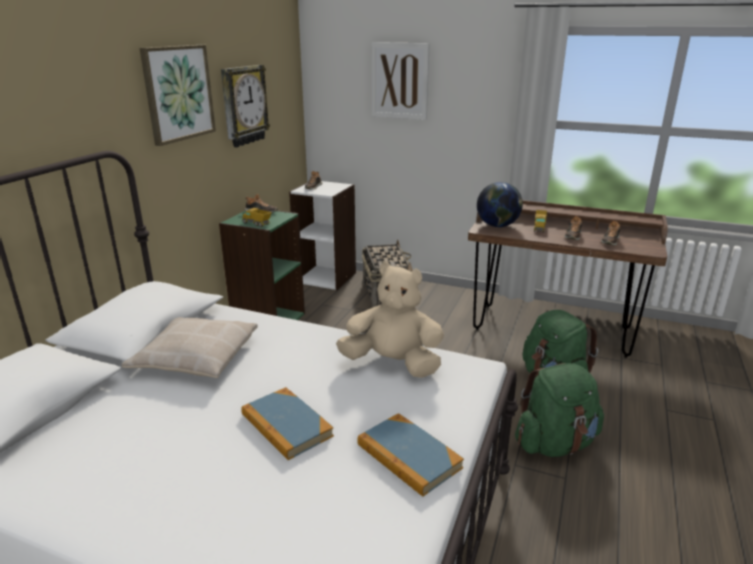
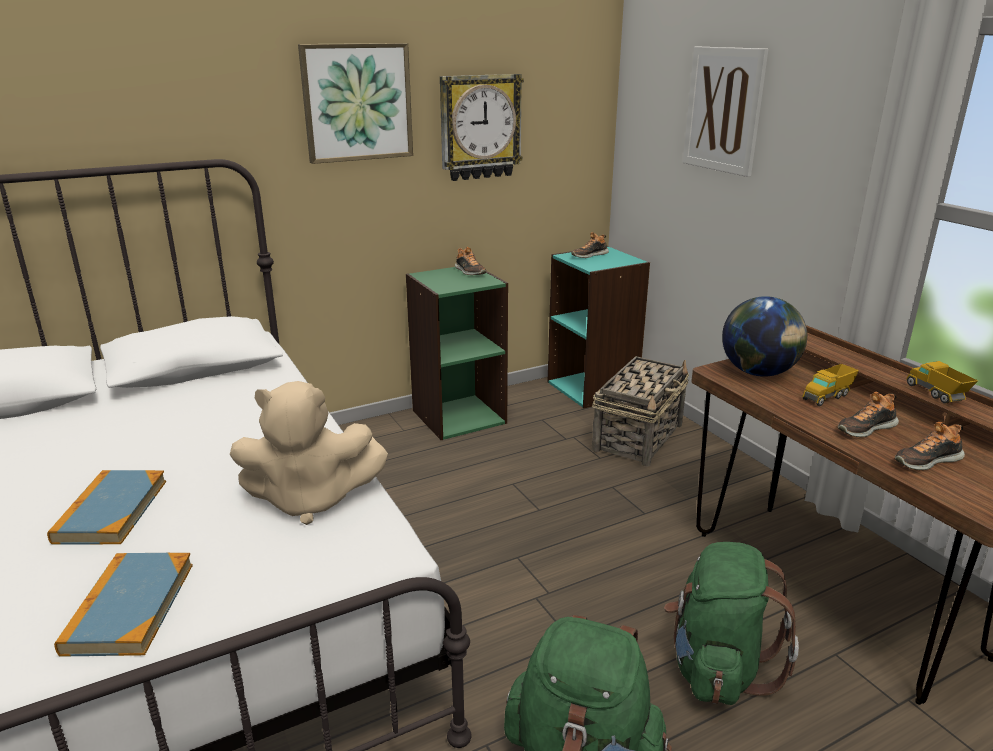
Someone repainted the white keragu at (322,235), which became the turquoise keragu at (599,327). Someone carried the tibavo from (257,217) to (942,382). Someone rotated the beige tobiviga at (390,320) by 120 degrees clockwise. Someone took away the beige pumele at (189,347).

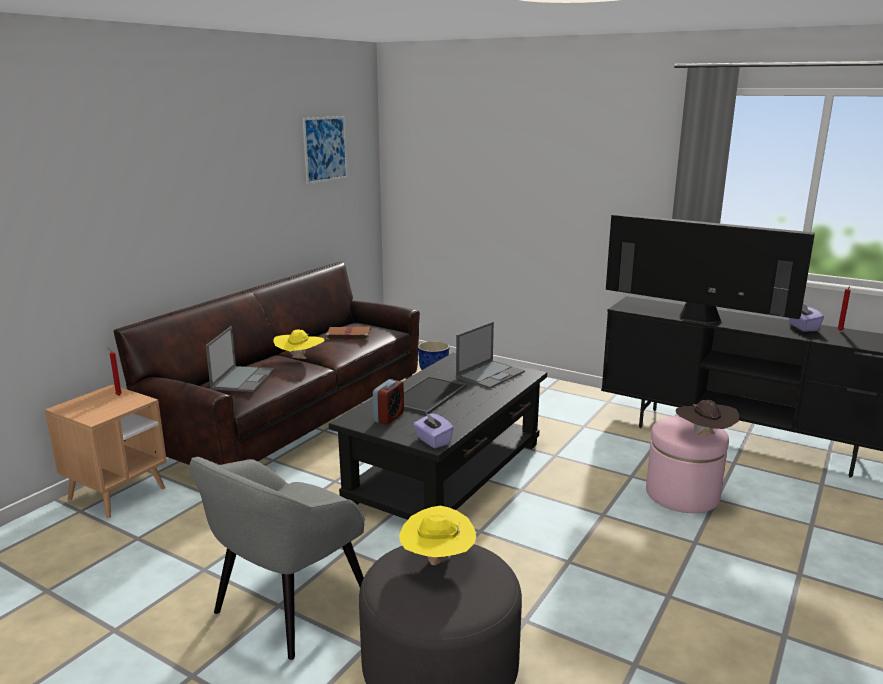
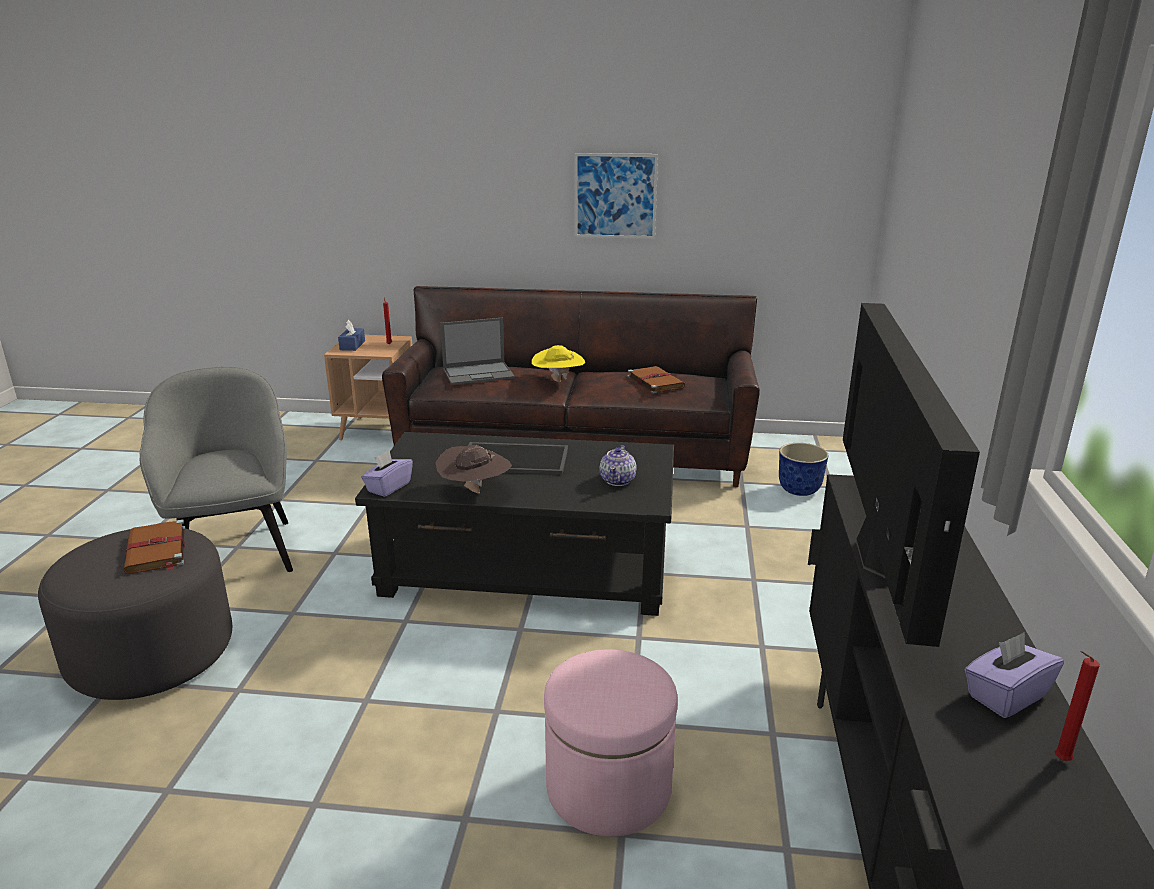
Someone carried the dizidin from (325,150) to (616,196). Someone swapped the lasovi at (490,355) for the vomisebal at (618,465). Someone took away the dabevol at (388,401). Someone carried the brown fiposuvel from (707,418) to (473,469). Someone rotated the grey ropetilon at (277,558) by 60 degrees clockwise. Someone swapped the yellow fiposuvel at (437,535) for the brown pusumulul at (154,546). Someone put down the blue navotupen at (351,335).

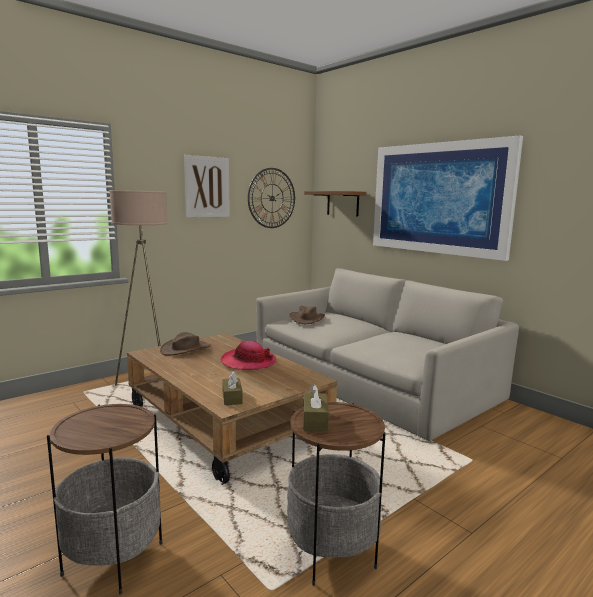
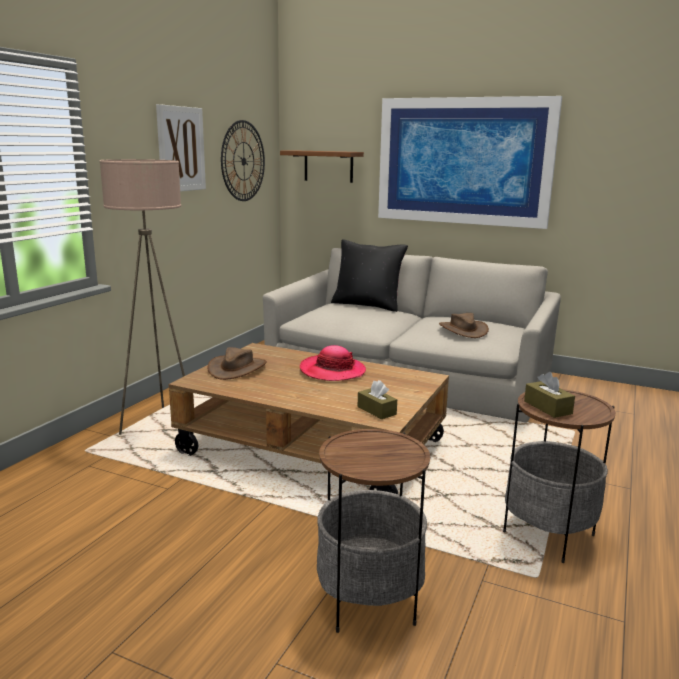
Someone carried the brown fiposuvel from (307,315) to (464,325). Someone put down the black pumele at (369,276).

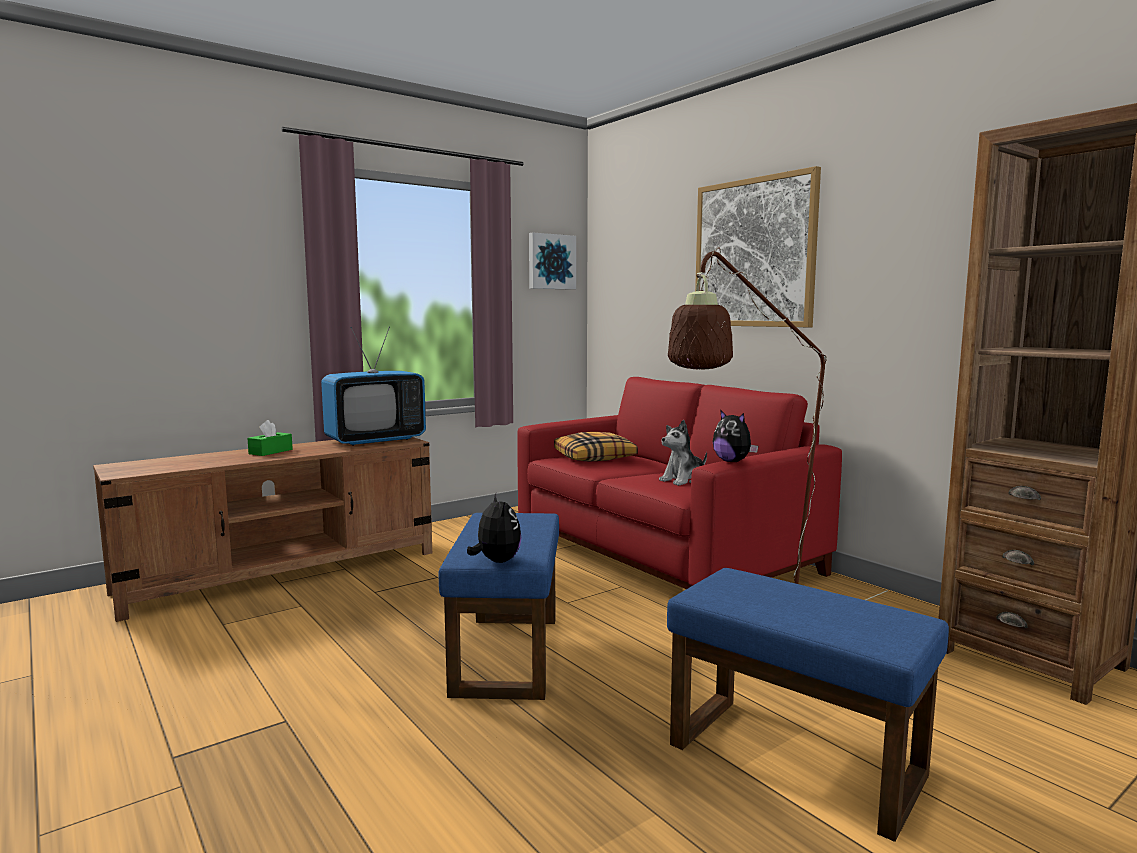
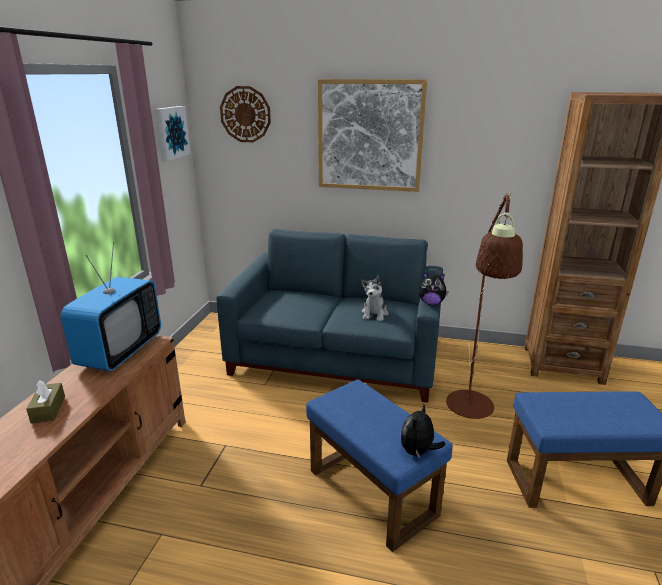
Someone repainted the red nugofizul at (679,483), which became the blue nugofizul at (329,316). Someone repainted the green navotupen at (270,438), which became the brown navotupen at (45,402). Someone took away the pumele at (596,446). Someone rotated the tobiviga at (494,528) by 90 degrees counterclockwise. Someone put up the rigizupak at (245,114).

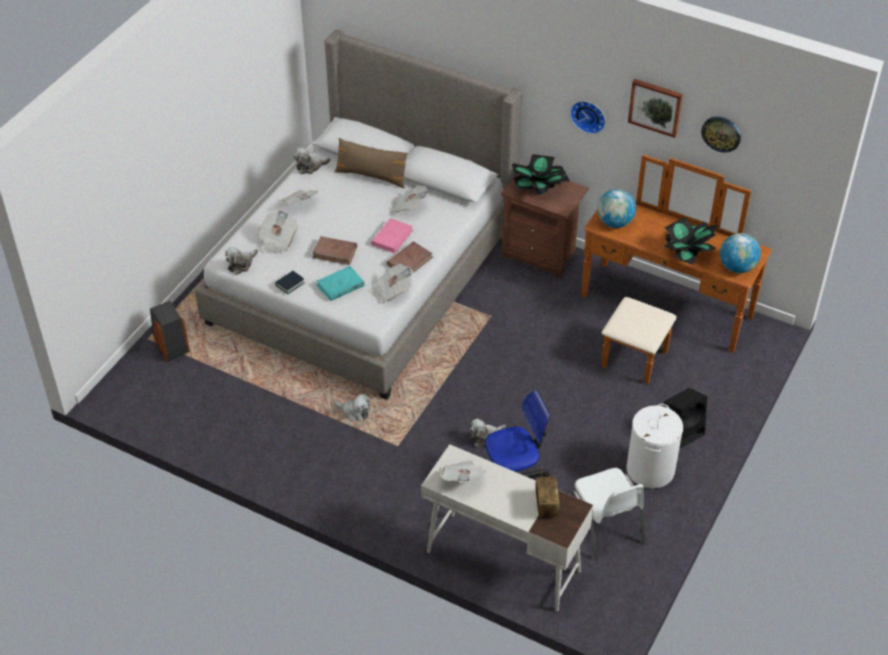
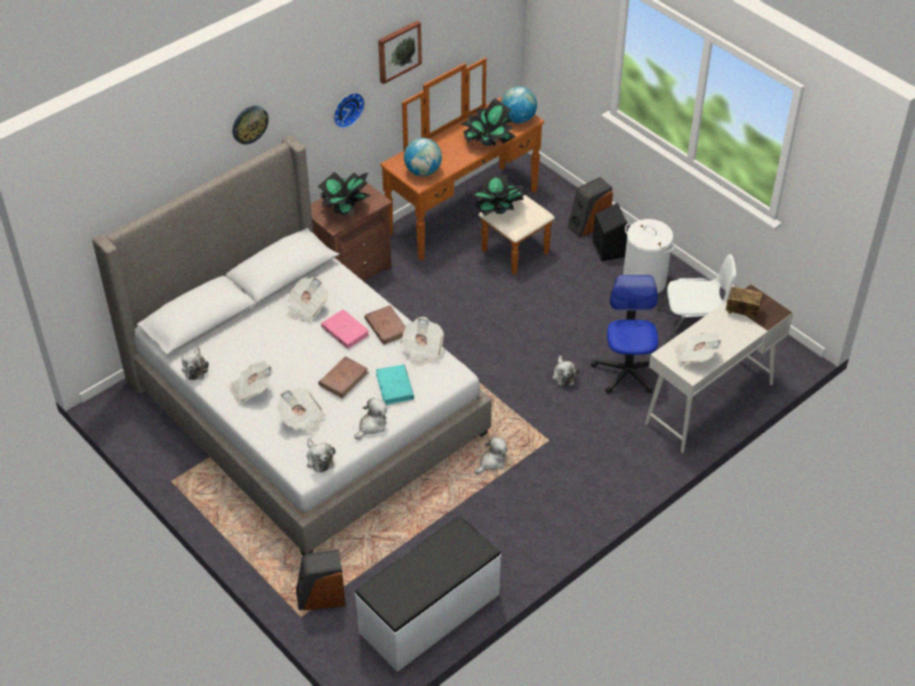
Someone carried the rigizupak from (721,135) to (251,125). Someone took away the brown pumele at (371,163). Someone swapped the pusumulul at (290,282) for the tobiviga at (370,419). Someone put down the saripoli at (498,195). Someone put down the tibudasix at (590,207). Someone put down the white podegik at (428,594).

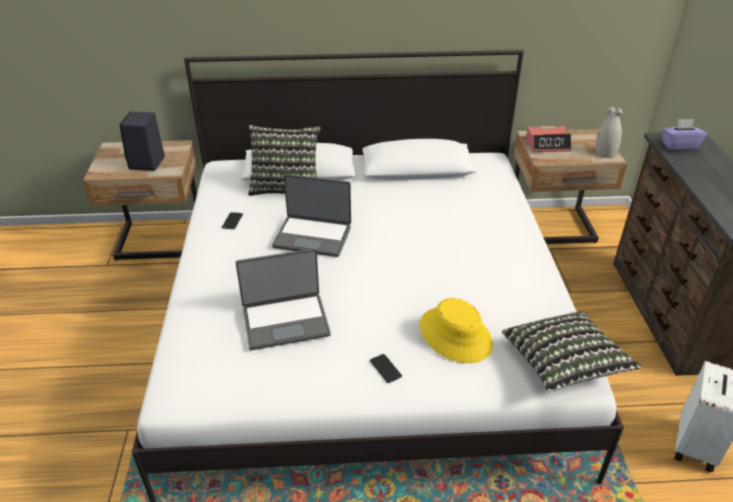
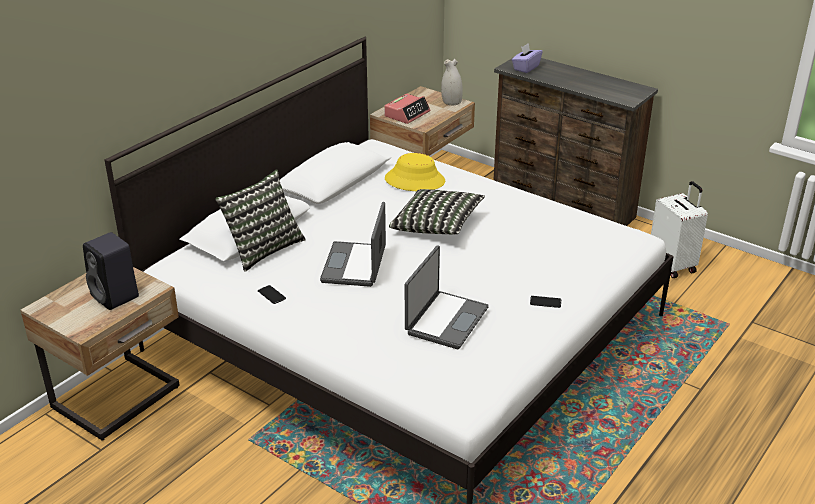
Someone rotated the lasovi at (311,215) by 135 degrees clockwise. Someone carried the yellow fiposuvel from (456,330) to (415,172). Someone carried the pumele from (572,351) to (437,211).

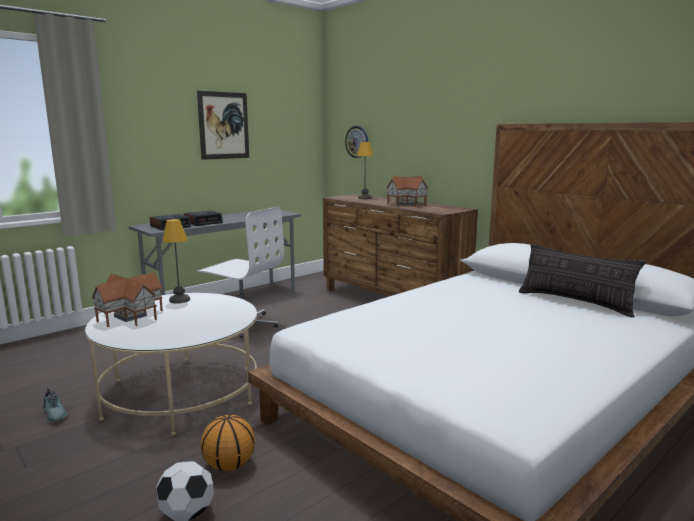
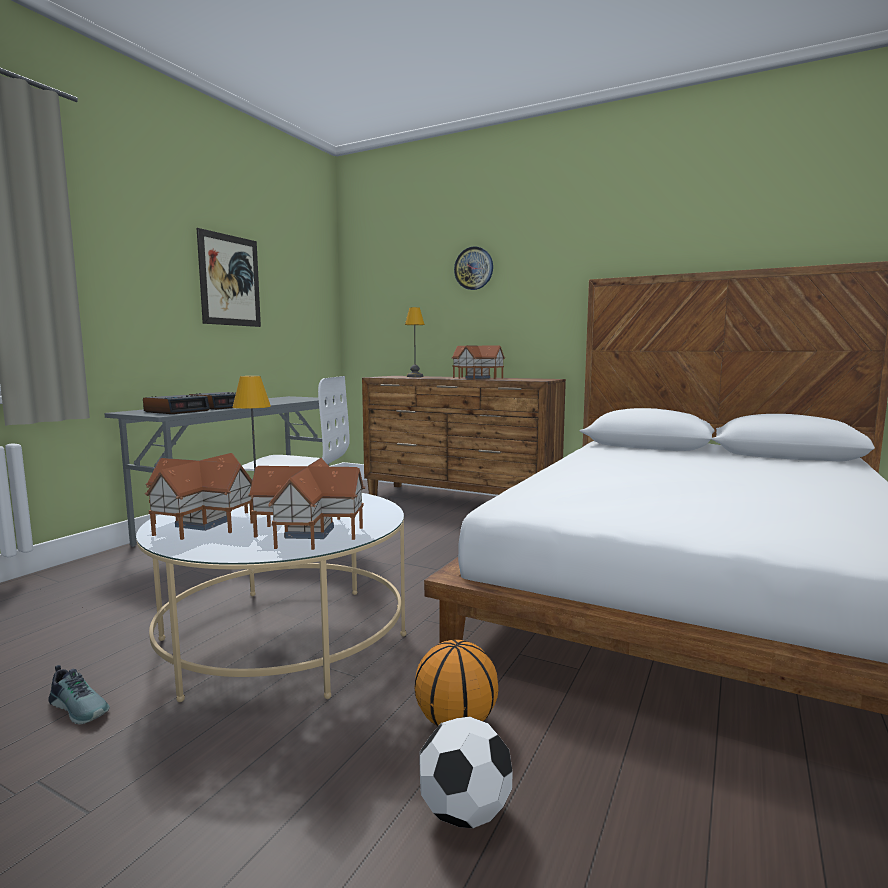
Someone carried the rigizupak from (356,142) to (473,268). Someone took away the pumele at (582,280). Someone put down the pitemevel at (306,504).

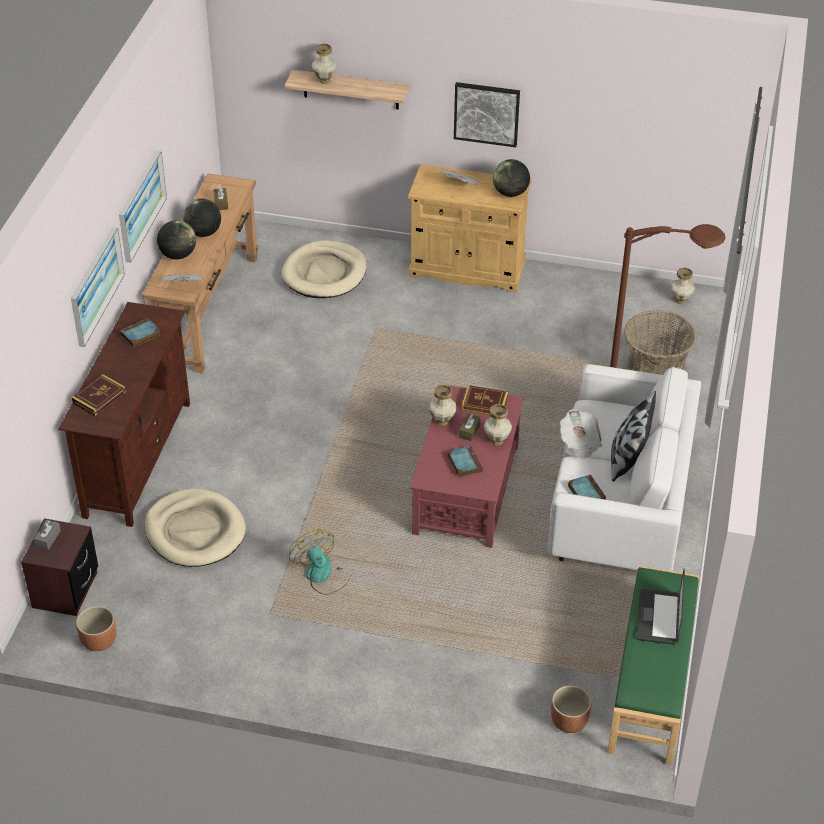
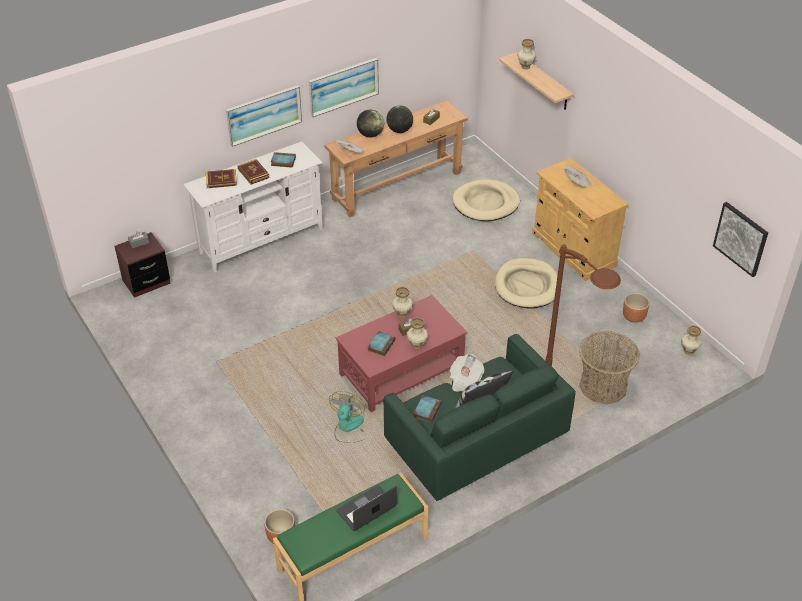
Someone carried the dizidin from (487,114) to (740,239). Someone took away the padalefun at (511,178). Someone repainted the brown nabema at (124,414), which became the white nabema at (253,207). Someone repainted the white nugofizul at (624,467), which became the green nugofizul at (480,417). Someone carried the pusumulul from (485,400) to (253,171). Someone carried the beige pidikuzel from (195,527) to (526,283). Someone carried the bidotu from (320,562) to (347,417). Someone carried the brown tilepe from (96,628) to (636,308).

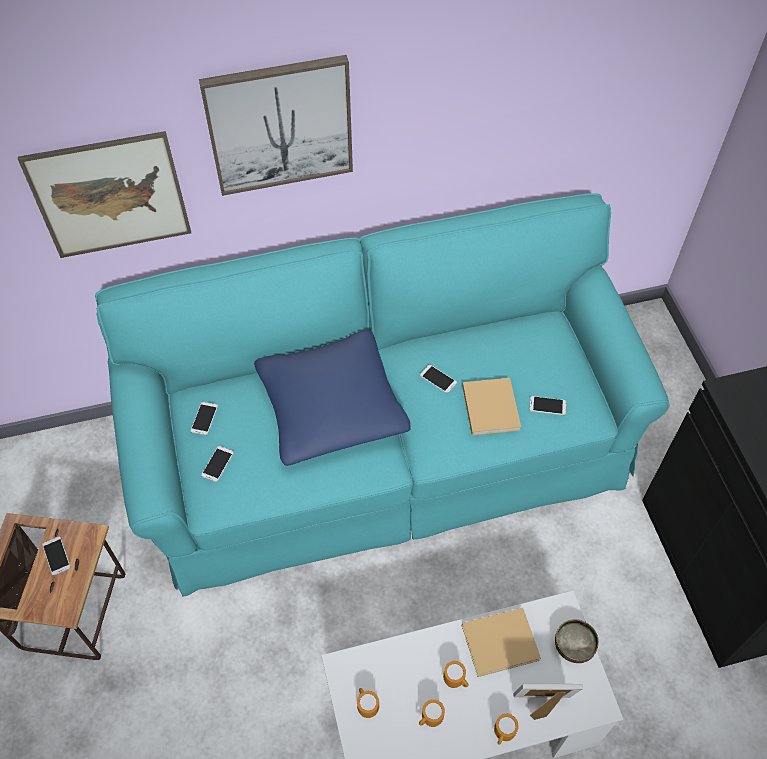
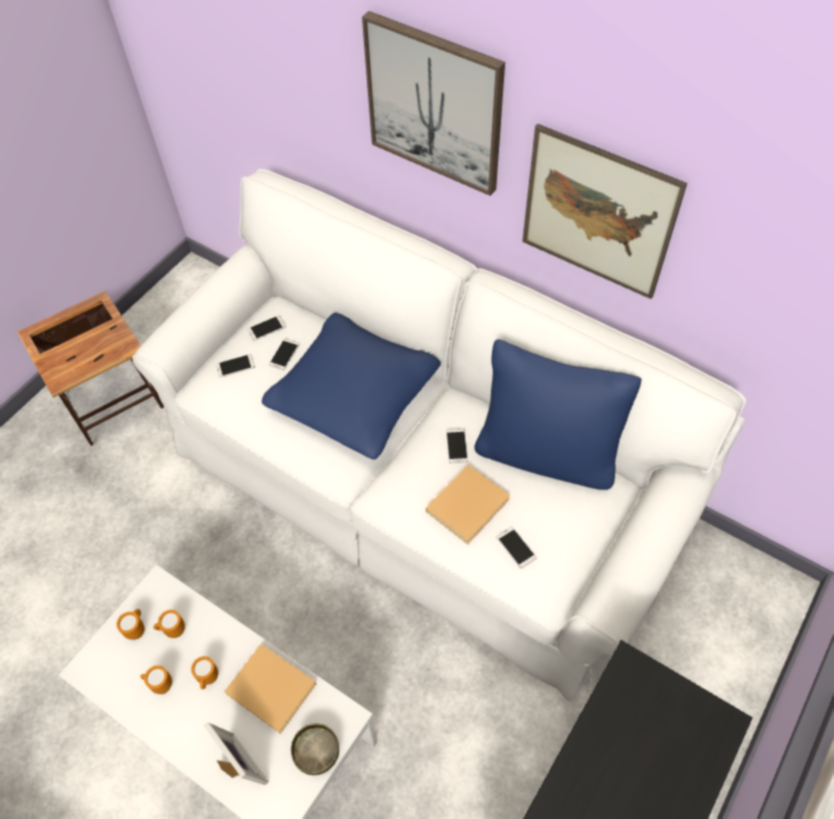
Someone carried the dizidin from (104,194) to (604,211). Someone repainted the turquoise nugofizul at (382,395), which became the white nugofizul at (439,435). Someone carried the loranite from (56,556) to (284,354). Someone carried the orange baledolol from (506,729) to (169,624). Someone put down the blue pumele at (557,414).

